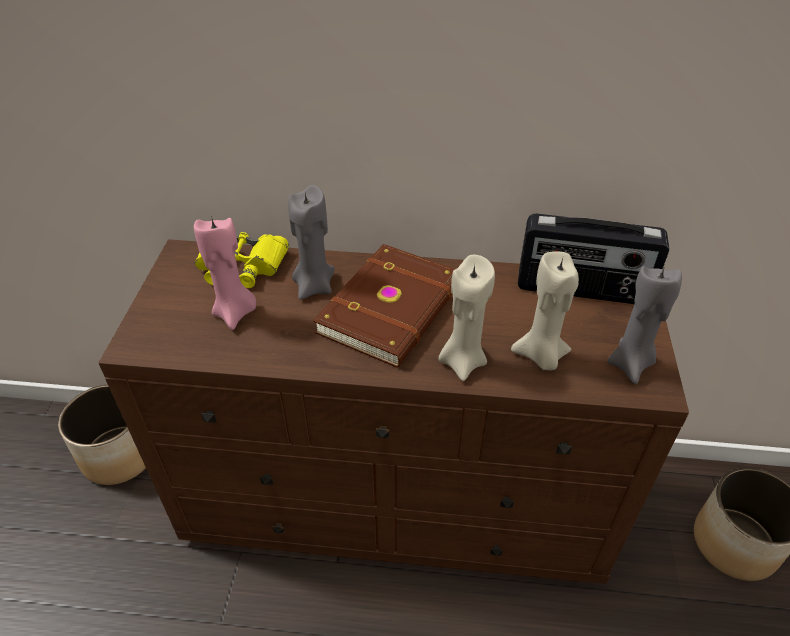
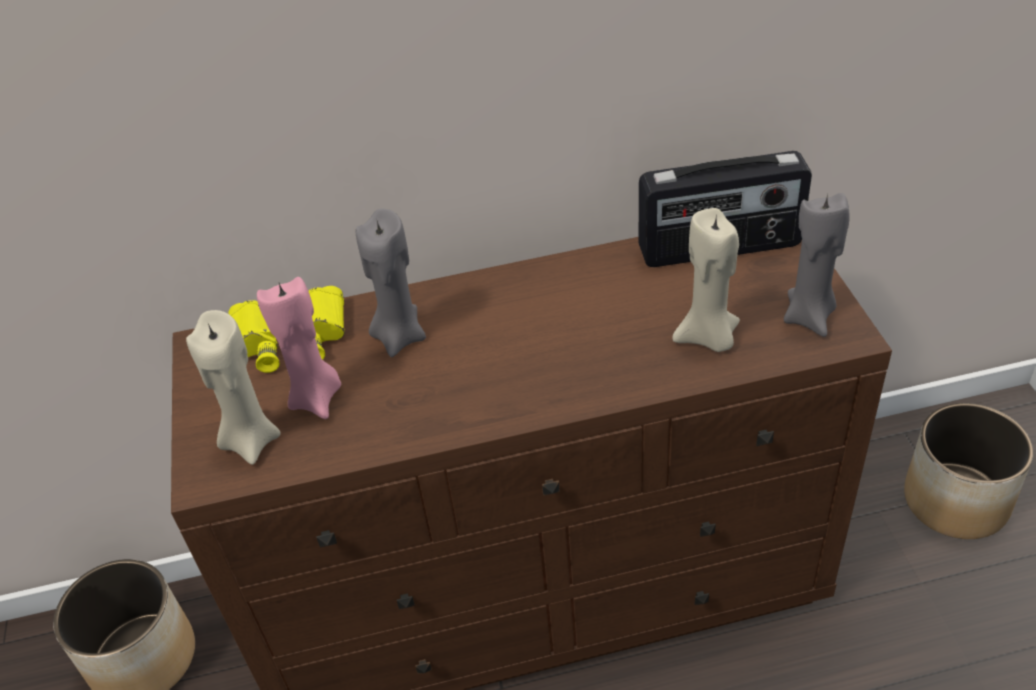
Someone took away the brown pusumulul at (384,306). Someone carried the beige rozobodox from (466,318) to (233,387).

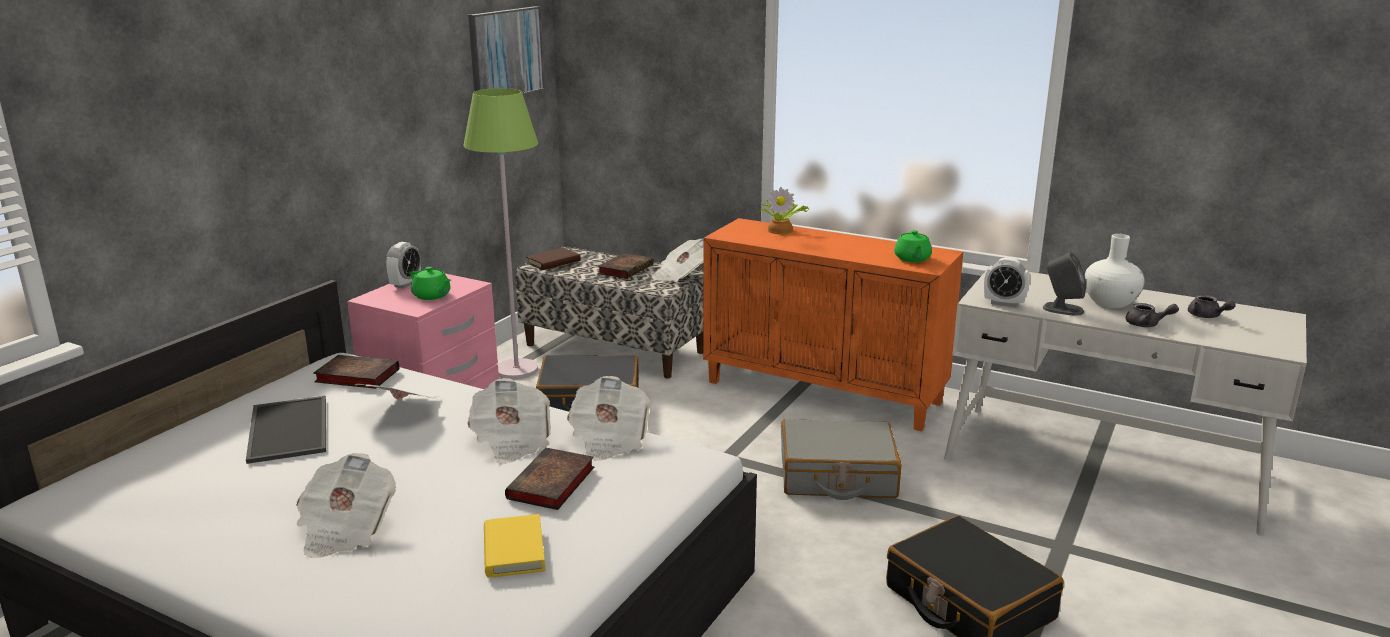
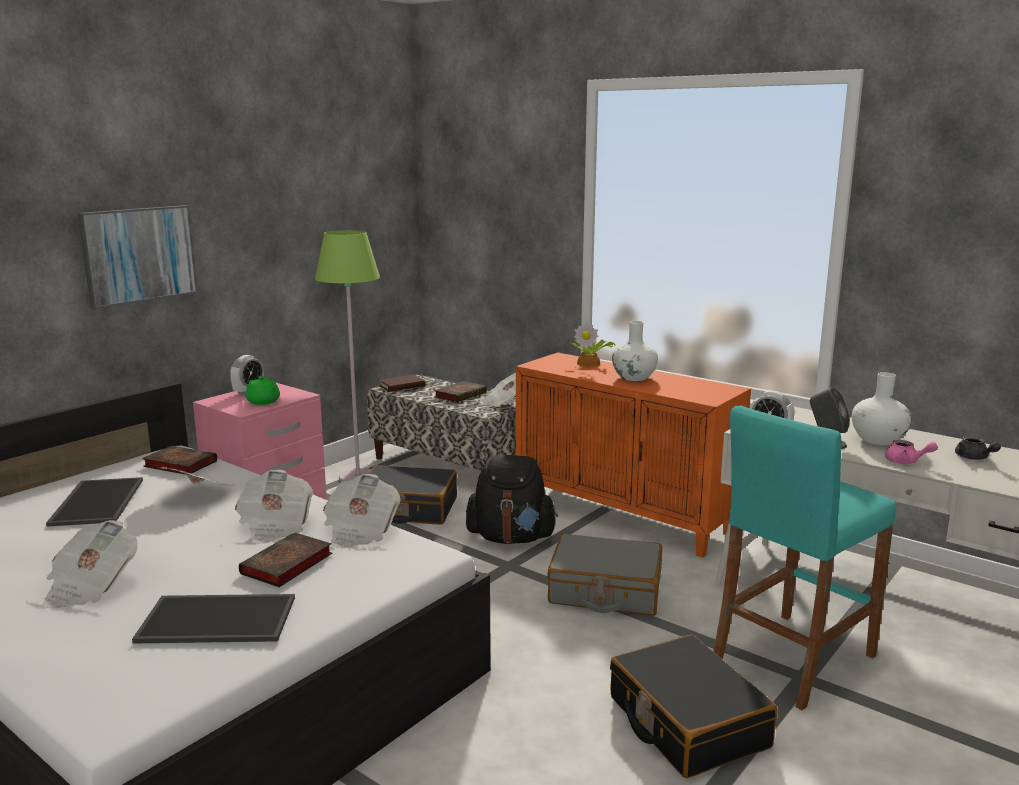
Someone carried the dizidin from (506,50) to (138,257). Someone took away the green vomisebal at (913,246). Someone repainted the grey vomisebal at (1152,315), which became the pink vomisebal at (911,452). Someone swapped the yellow pusumulul at (514,546) for the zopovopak at (213,618). Someone put down the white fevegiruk at (635,351). Someone put down the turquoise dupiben at (804,557). Someone put down the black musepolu at (512,499).

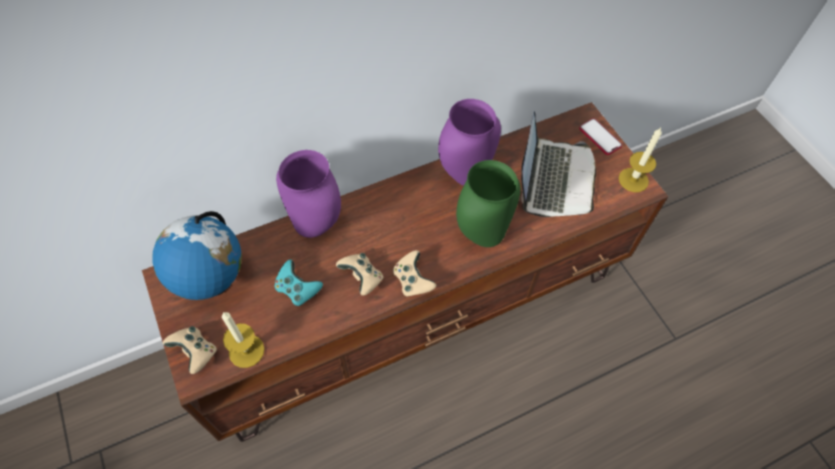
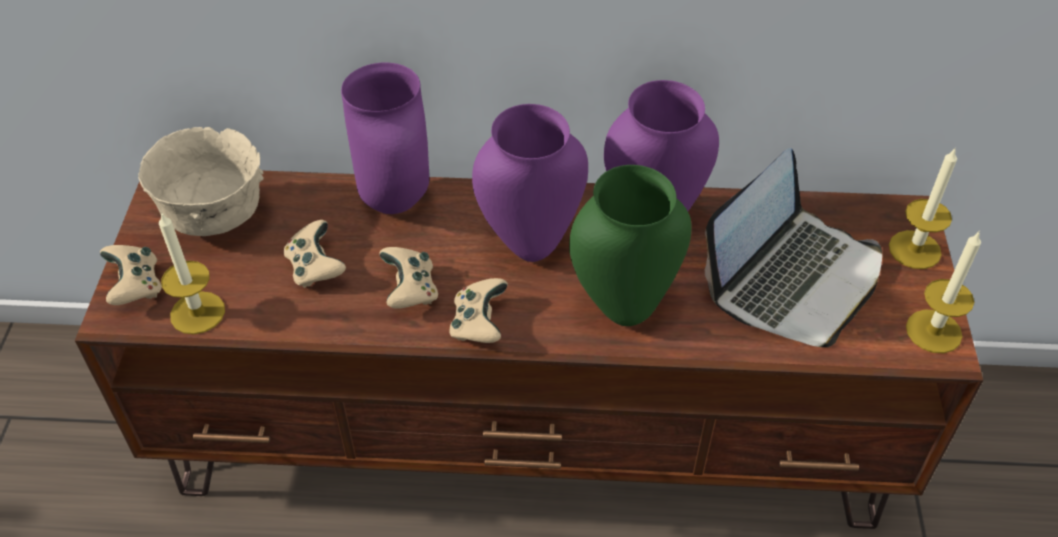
Someone swapped the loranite at (600,136) for the rozobodox at (923,208). Someone swapped the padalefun at (197,255) for the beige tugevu at (201,181). Someone repainted the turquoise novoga at (298,282), which became the beige novoga at (315,254). Someone put down the purple fevegiruk at (530,183).

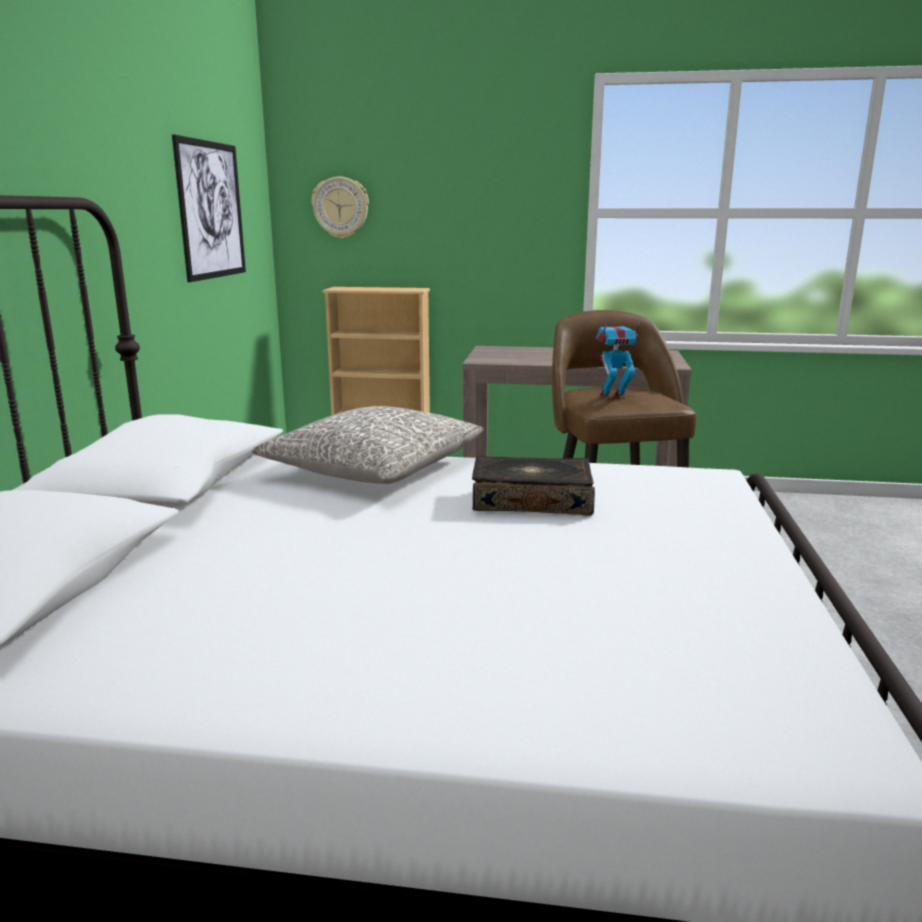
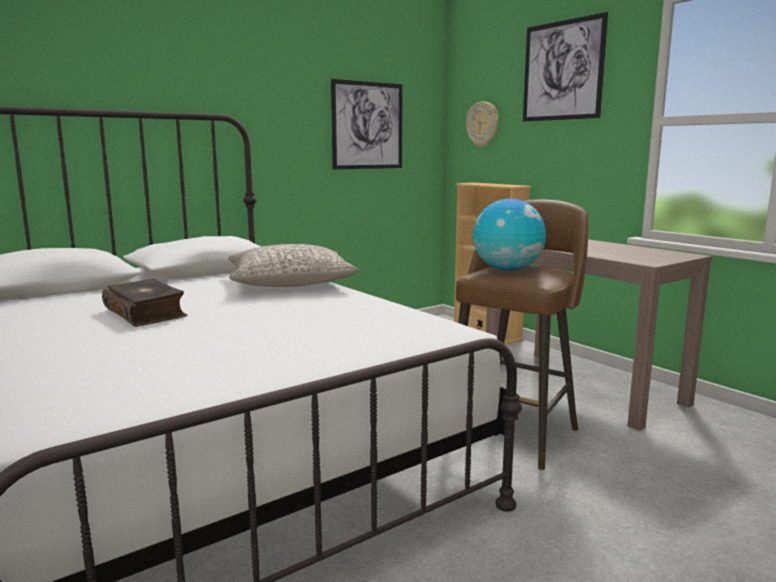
Someone swapped the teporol at (618,358) for the padalefun at (509,235). Someone carried the pusumulul from (533,486) to (145,303). Someone put up the dizidin at (565,66).

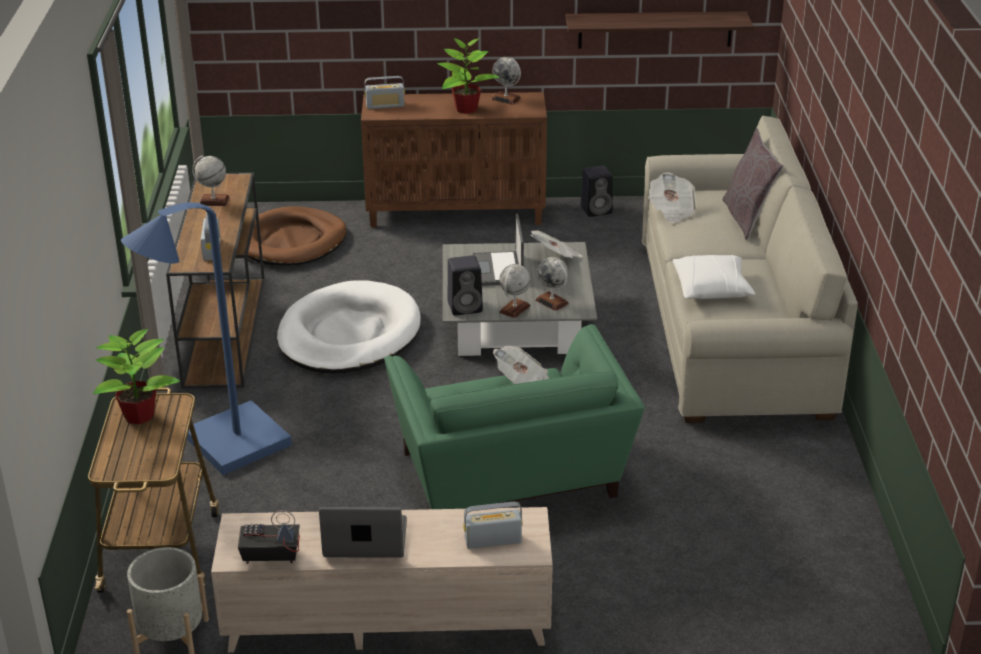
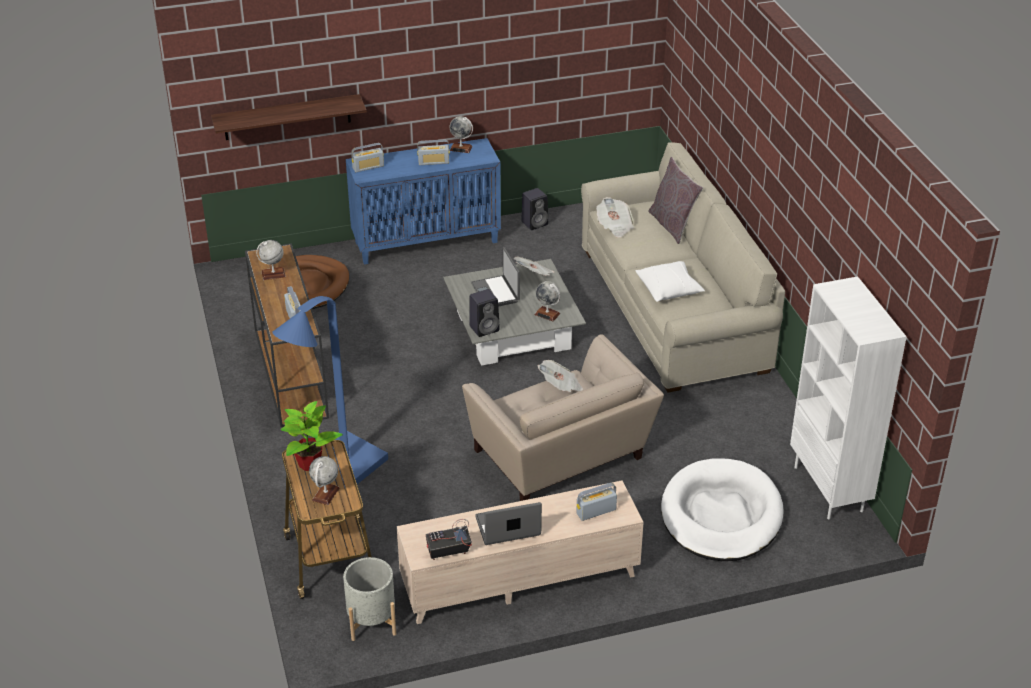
Someone carried the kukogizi from (659,30) to (289,117). Someone swapped the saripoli at (468,76) for the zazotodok at (433,152). Someone repainted the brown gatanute at (454,160), which became the blue gatanute at (423,201). Someone carried the padalefun from (515,291) to (324,480). Someone carried the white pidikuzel from (349,326) to (722,509). Someone repainted the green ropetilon at (514,416), which became the beige ropetilon at (563,417). Someone put down the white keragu at (848,397).

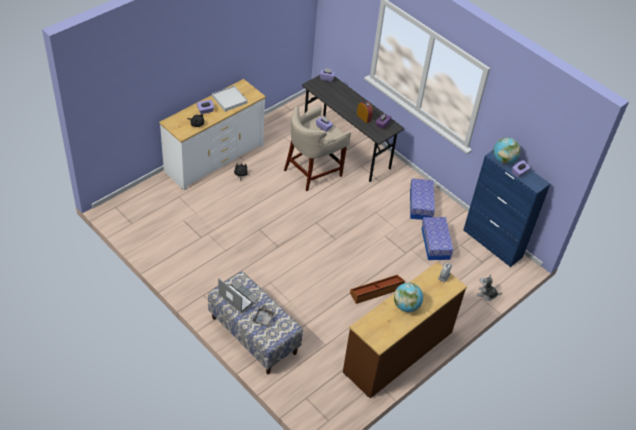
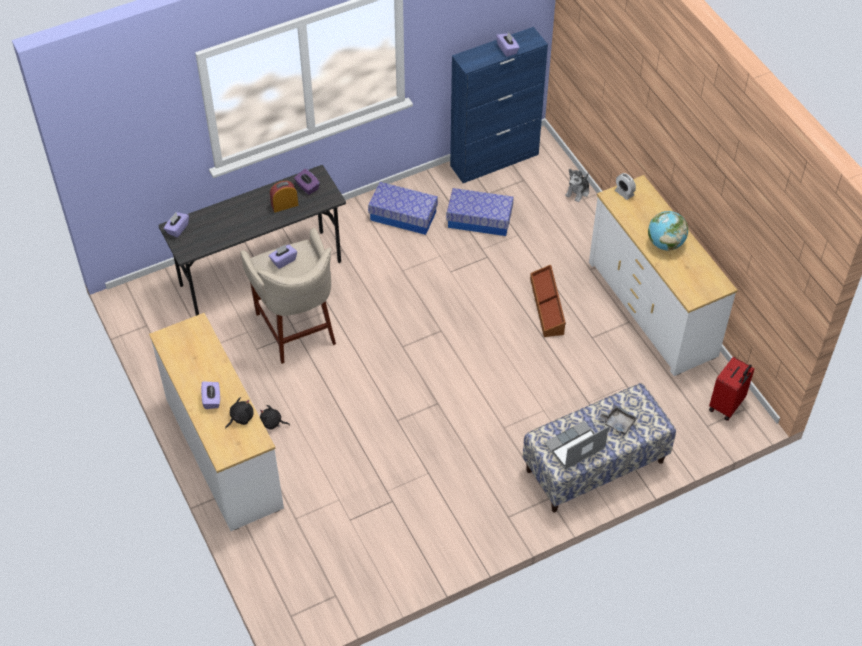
Someone took away the white zopovopak at (230,98). Someone took away the padalefun at (507,151). Someone repainted the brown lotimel at (405,330), which became the white lotimel at (663,275). Someone put down the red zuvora at (732,389).

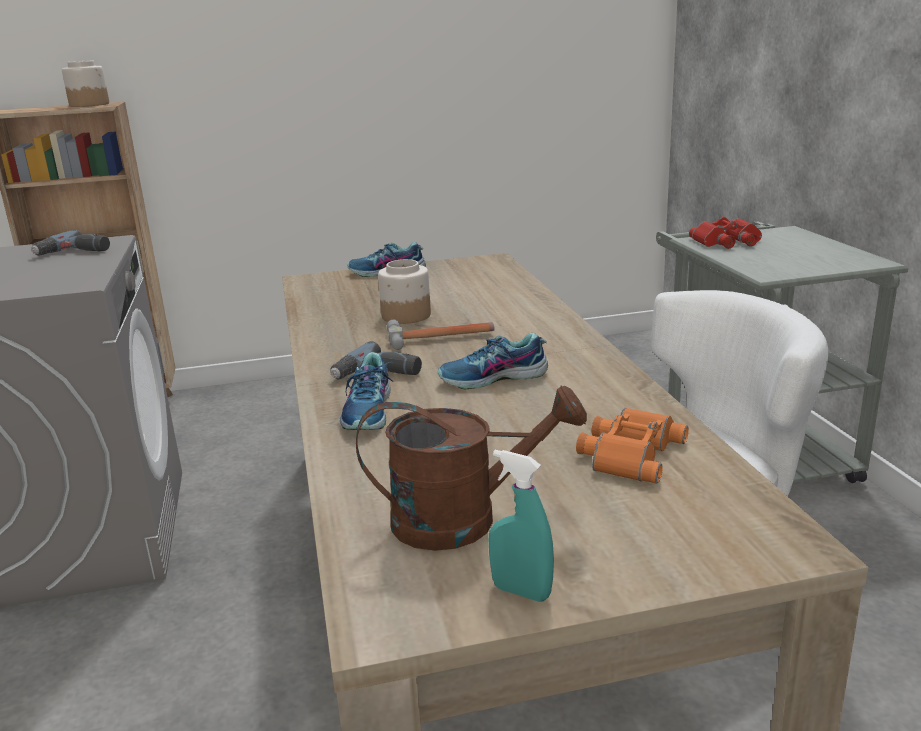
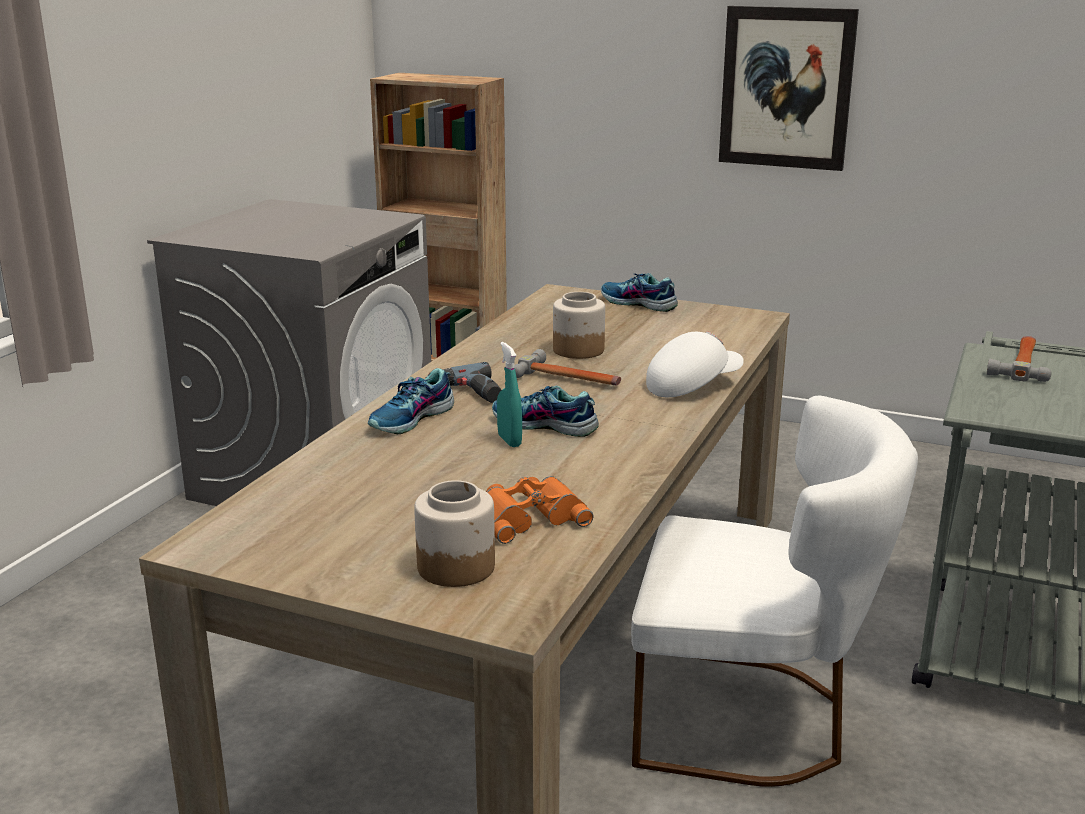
Someone carried the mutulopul from (85,83) to (454,533). Someone swapped the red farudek at (725,232) for the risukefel at (1019,359). Someone took away the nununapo at (70,243). Someone took away the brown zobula at (471,468). Someone carried the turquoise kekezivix from (521,526) to (509,394). Someone put up the dizidin at (789,88). Someone put down the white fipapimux at (695,364).

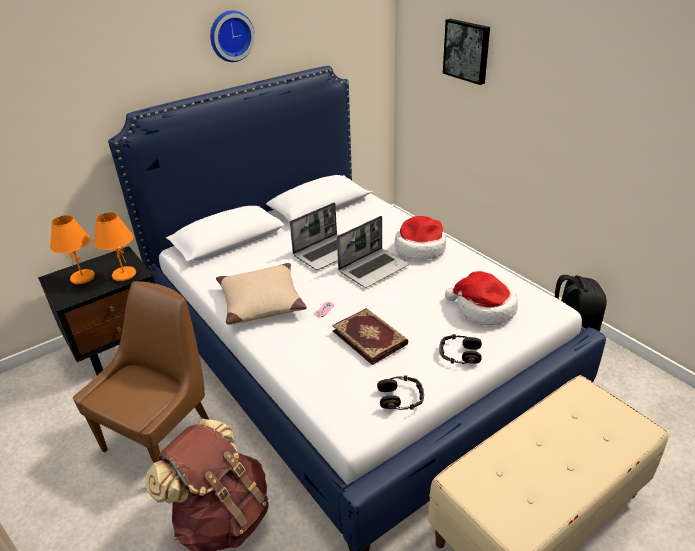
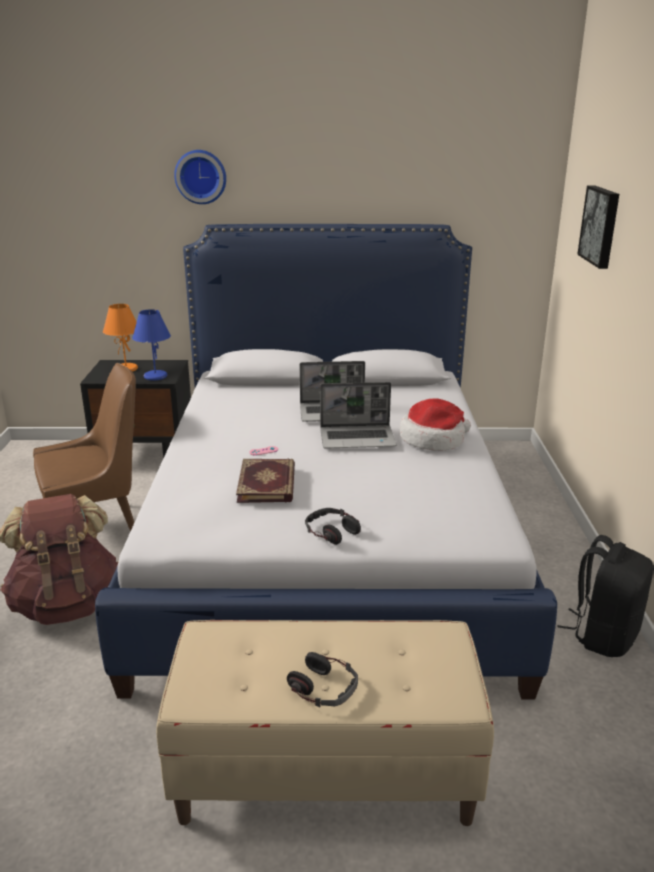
Someone carried the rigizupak from (232,36) to (200,177). Someone repainted the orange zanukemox at (115,246), which became the blue zanukemox at (151,345). Someone took away the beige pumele at (261,294). Someone took away the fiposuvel at (481,298). Someone carried the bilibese from (400,392) to (322,679).

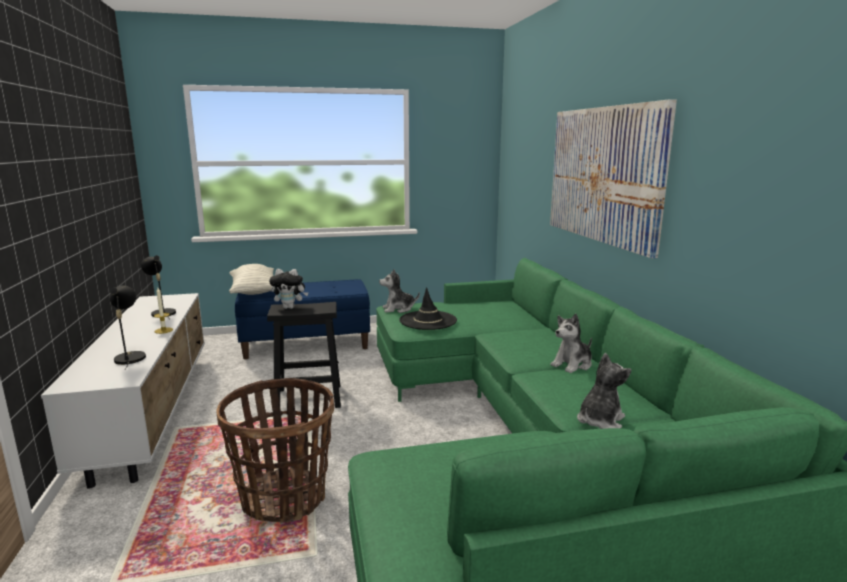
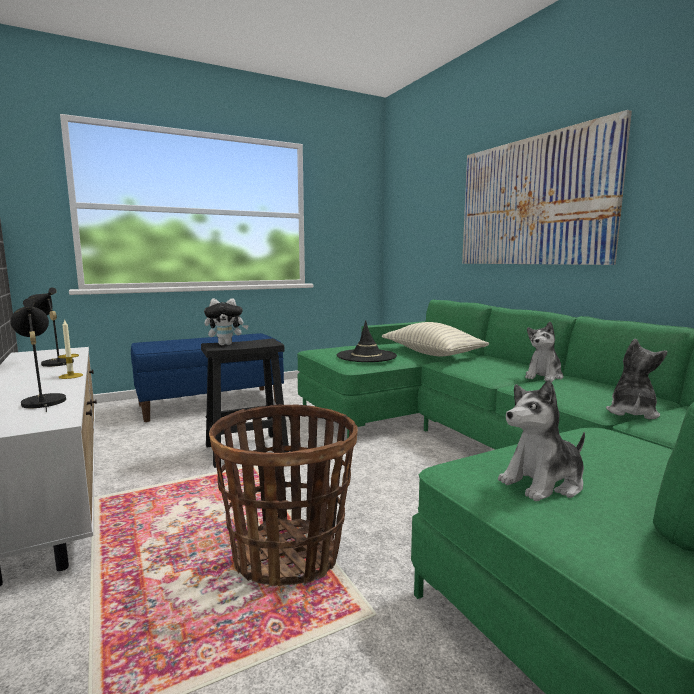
Someone carried the pumele from (251,279) to (435,339). Someone carried the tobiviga from (399,291) to (541,440).

